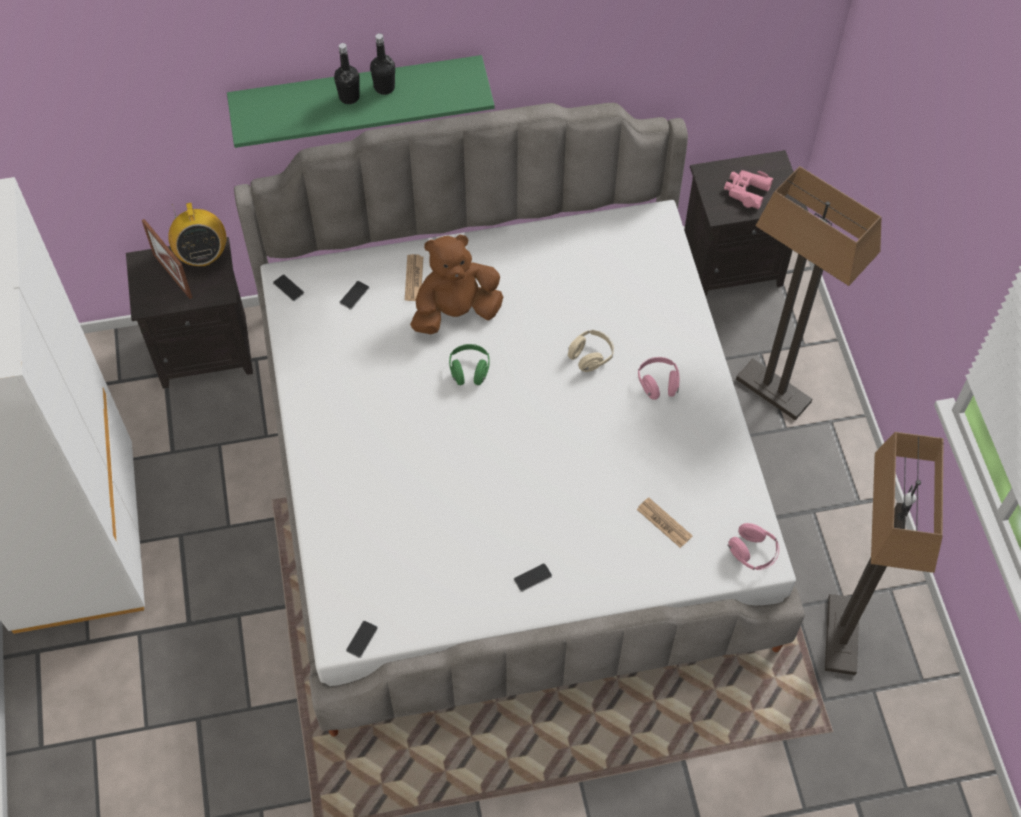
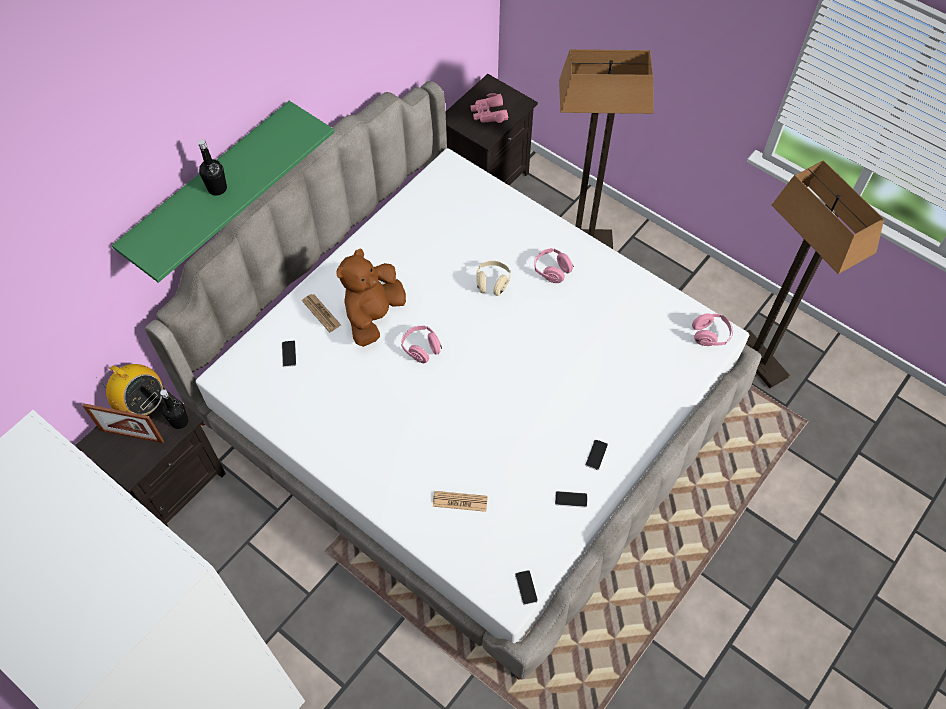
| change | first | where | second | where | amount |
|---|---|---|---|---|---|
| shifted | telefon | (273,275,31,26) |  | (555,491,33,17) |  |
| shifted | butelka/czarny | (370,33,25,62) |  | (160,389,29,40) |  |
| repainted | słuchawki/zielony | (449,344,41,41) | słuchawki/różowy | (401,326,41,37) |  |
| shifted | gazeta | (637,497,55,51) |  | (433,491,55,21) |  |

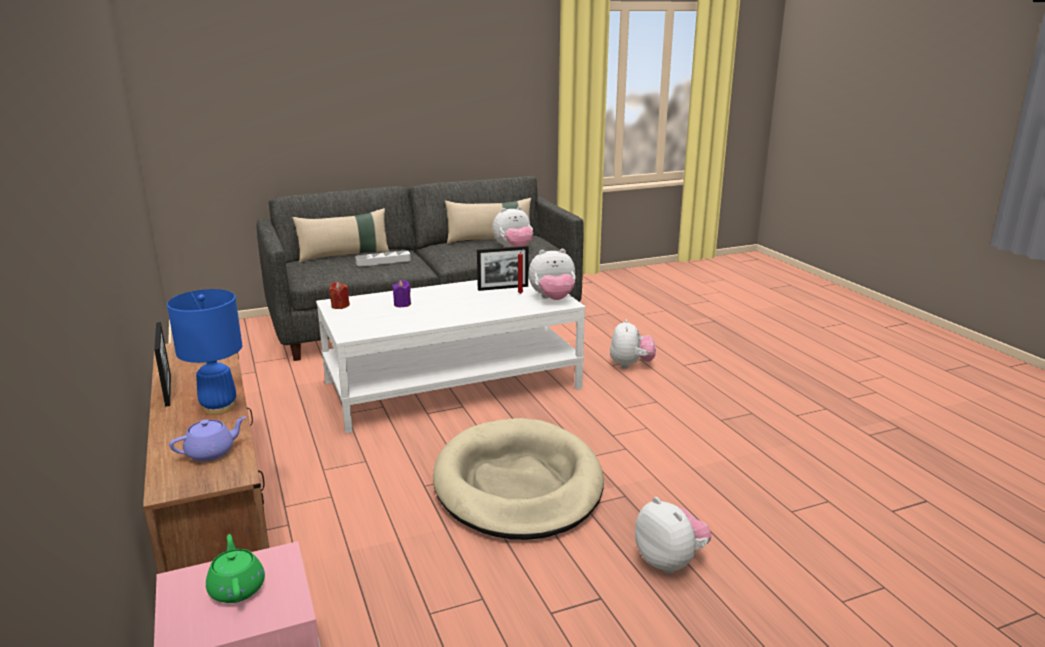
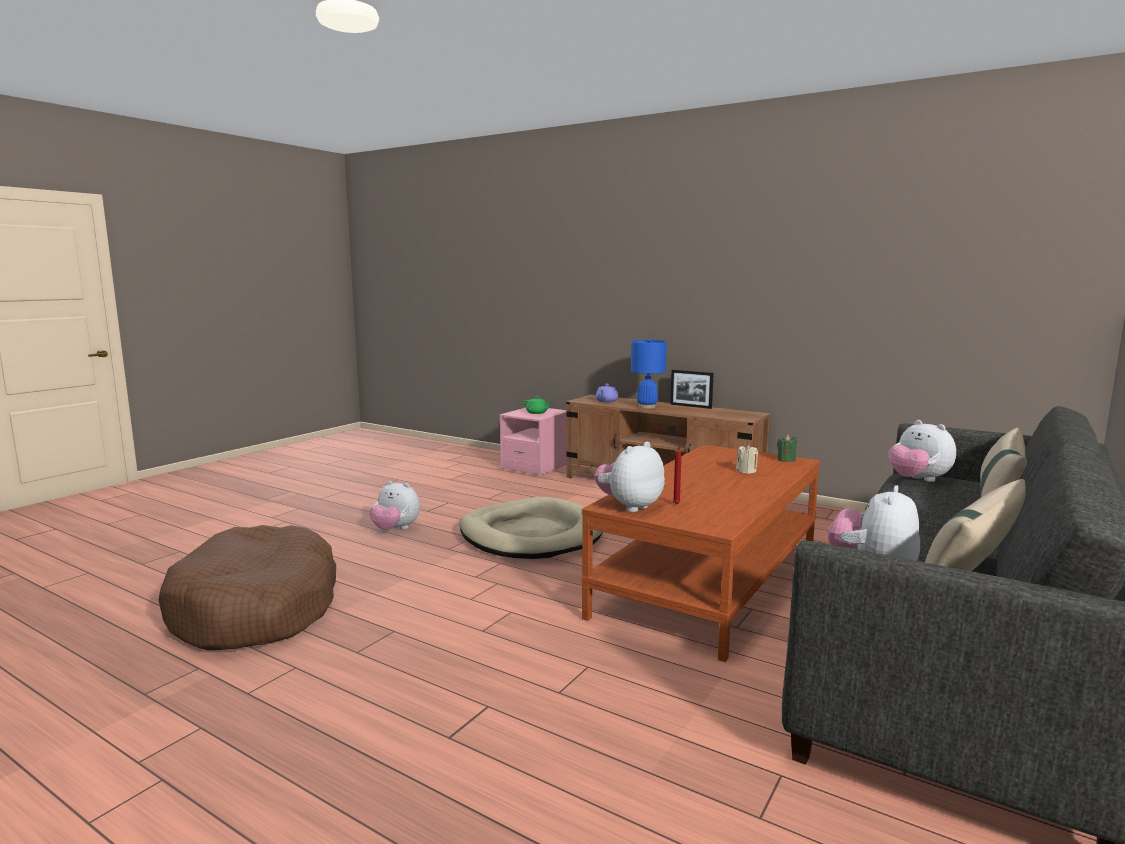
| change | first | where | second | where | amount |
|---|---|---|---|---|---|
| repainted | ława/biały | (316,274,270,159) | ława/brązowy | (581,445,239,217) |  |
| repainted | świeca/czerwony | (329,282,21,27) | świeca/zielony | (777,434,20,28) |  |
| gone | taca/szary | (355,250,56,17) |  |  |  |
| repainted | świeca/fioletowy | (392,280,19,27) | świeca/beżowy | (736,444,22,30) |  |
| gone | ramka na zdjęcie | (477,246,51,45) |  |  |  |
| shifted | pluszak | (610,319,46,50) |  | (888,420,68,62) |  |
| new |  |  | legowisko/brązowy | (159,525,177,125) |  |

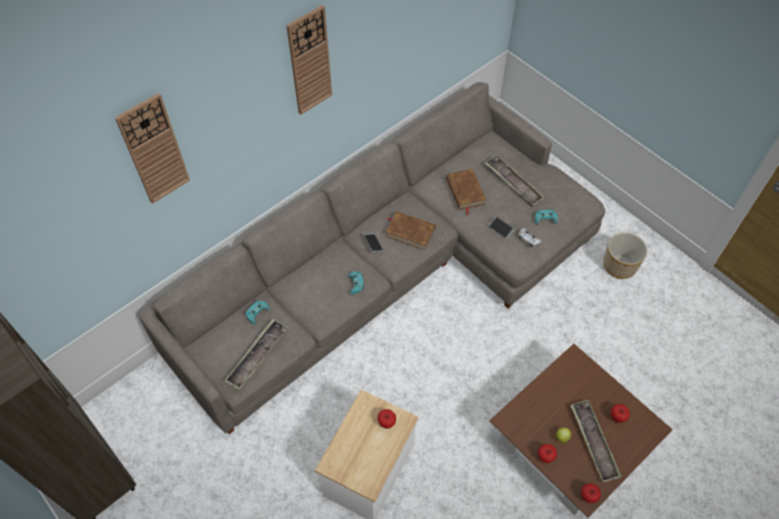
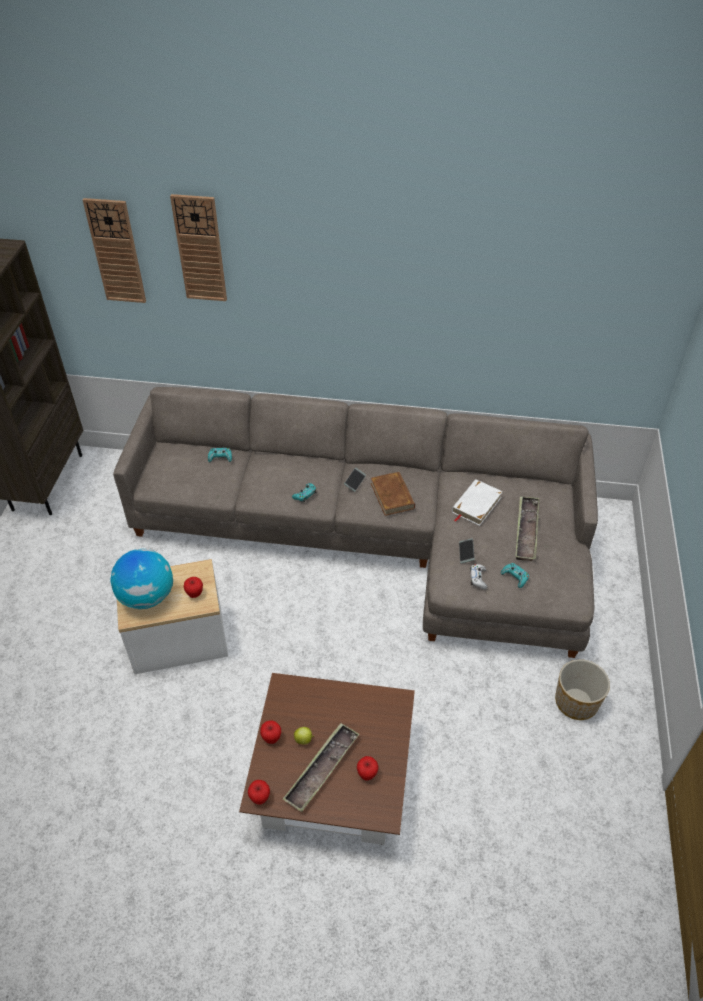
| change | first | where | second | where | amount |
|---|---|---|---|---|---|
| gone | taca | (224,319,64,71) |  |  |  |
| shifted | zegar ścienny | (286,5,46,110) |  | (83,198,63,105) |  |
| repainted | książka/brązowy | (446,169,40,46) | książka/biały | (452,479,51,47) |  |
| new |  |  | globus | (110,549,63,60) |  |

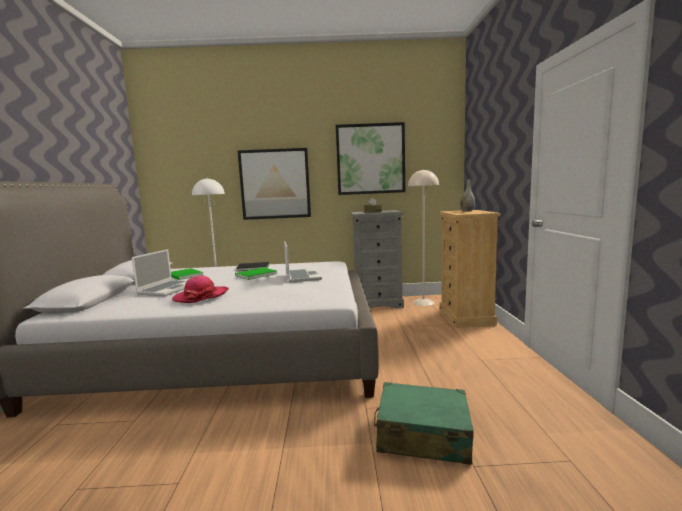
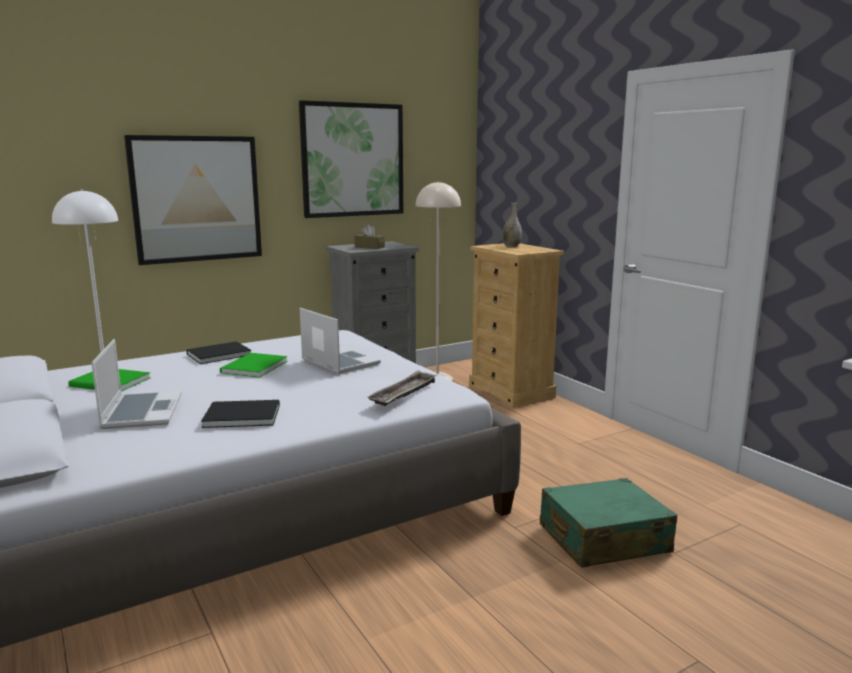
| change | first | where | second | where | amount |
|---|---|---|---|---|---|
| swapped | kapelusz | (172,275,57,28) | książka/czarny | (201,400,79,28) |  |
| new |  |  | taca | (367,370,70,36) |  |

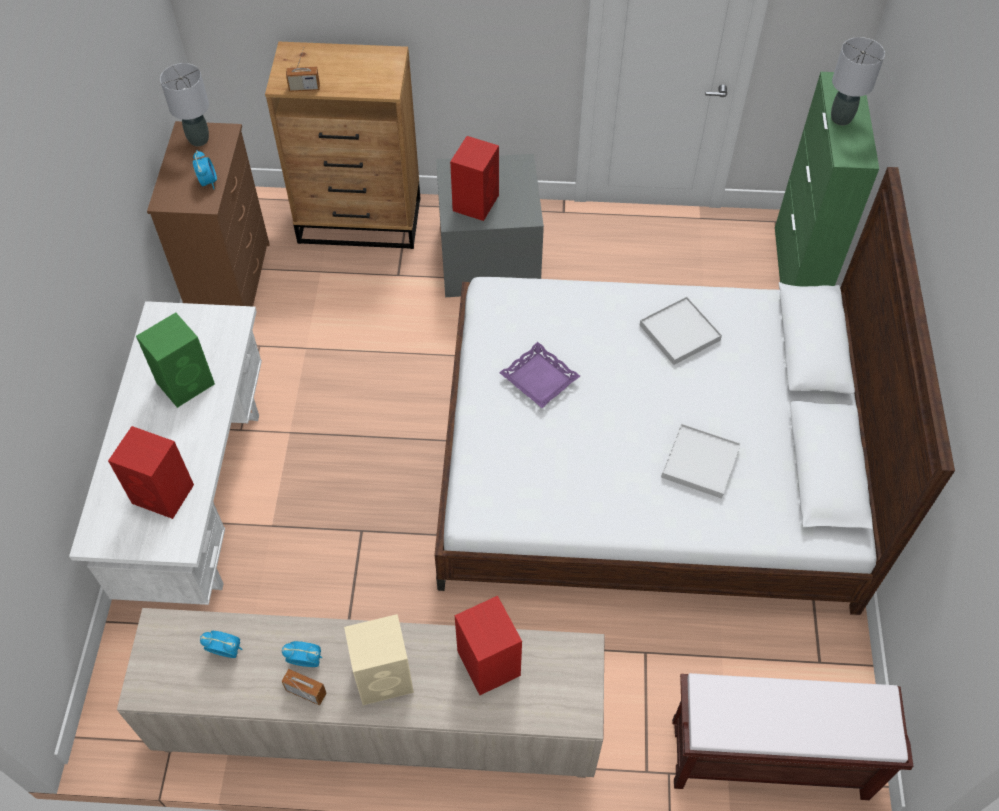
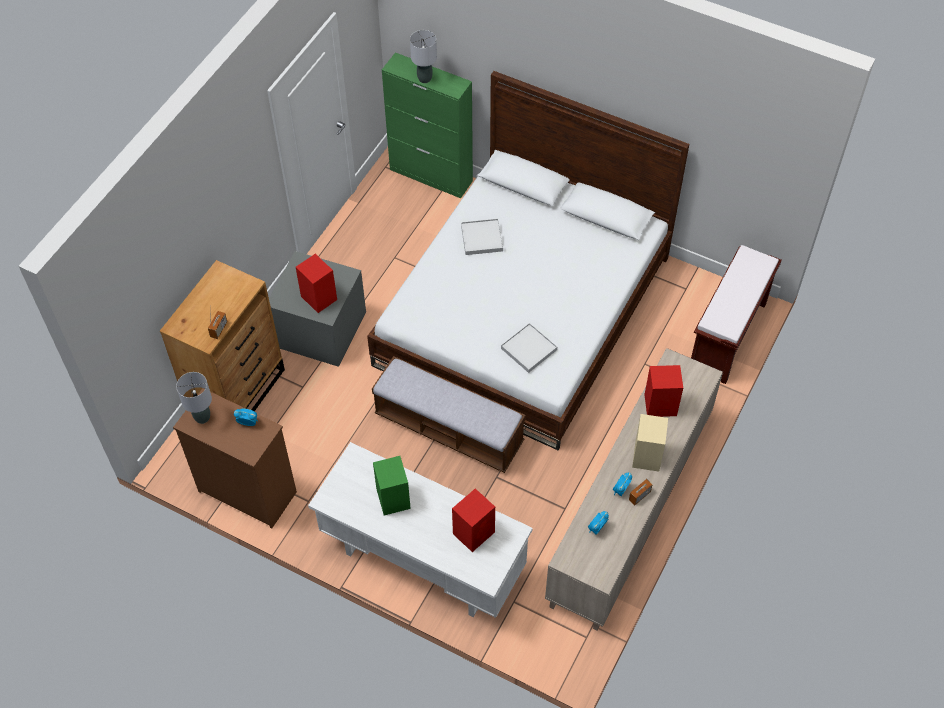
| change | first | where | second | where | amount |
|---|---|---|---|---|---|
| gone | taca/fioletowy | (499,342,81,66) |  |  |  |
| shifted | taca/biały | (661,423,80,76) |  | (501,323,56,50) |  |
| new |  |  | ławka | (372,356,154,117) |  |

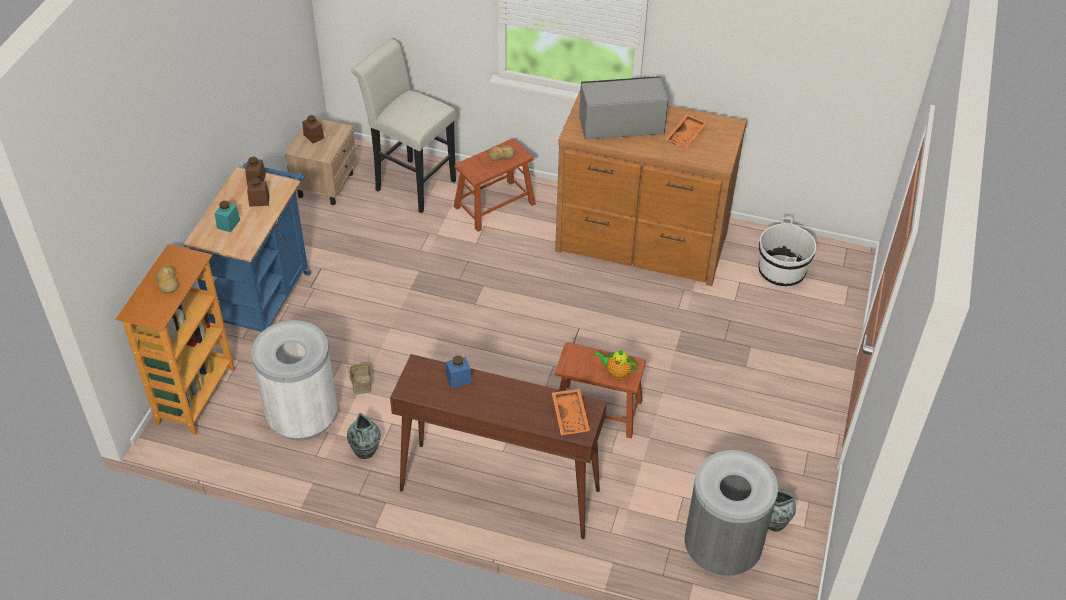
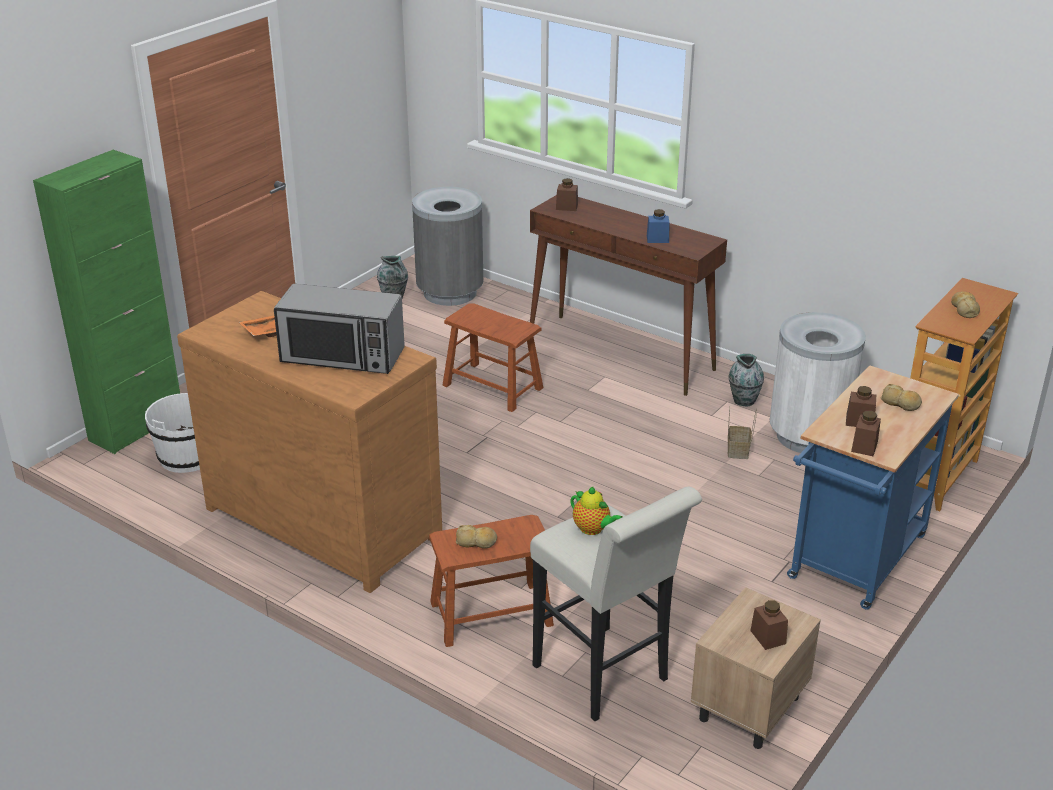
| change | first | where | second | where | amount |
|---|---|---|---|---|---|
| swapped | słoik/turkusowy | (214,201,26,31) | chleb | (881,384,41,27) |  |
| swapped | taca/pomarańczowy | (552,389,38,46) | słoik/brązowy | (556,178,22,33) |  |
| shifted | imbryk | (594,349,43,30) |  | (570,487,53,48) |  |
| new |  |  | szafka/zielony | (33,150,147,304) |  |

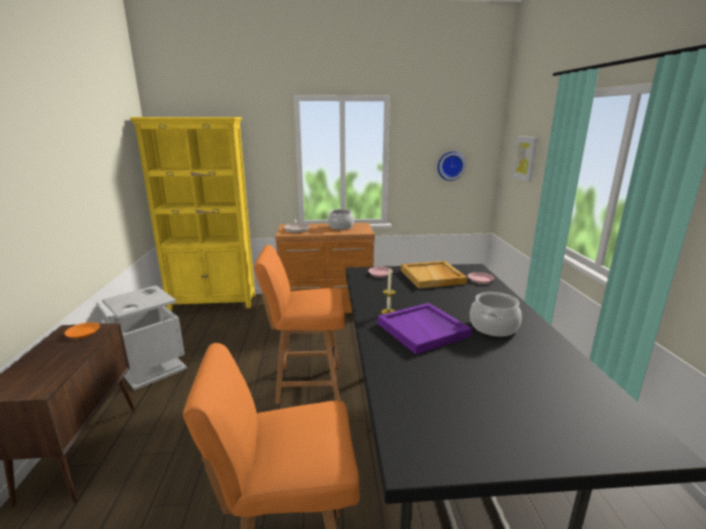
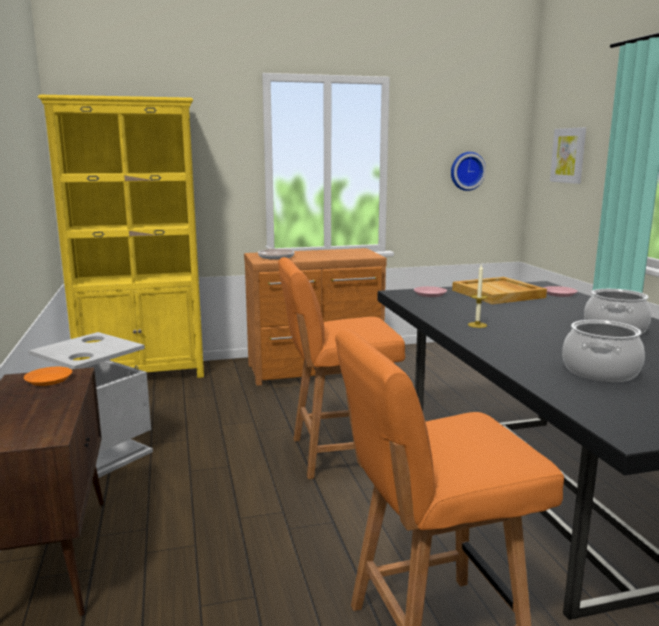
| change | first | where | second | where | amount |
|---|---|---|---|---|---|
| shifted | garnek | (328,209,26,21) |  | (562,320,83,62) |  |
| gone | taca/fioletowy | (378,303,94,51) |  |  |  |

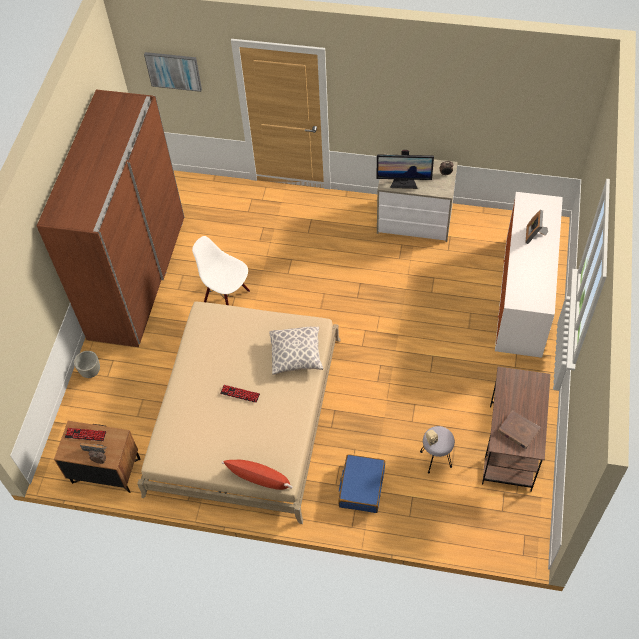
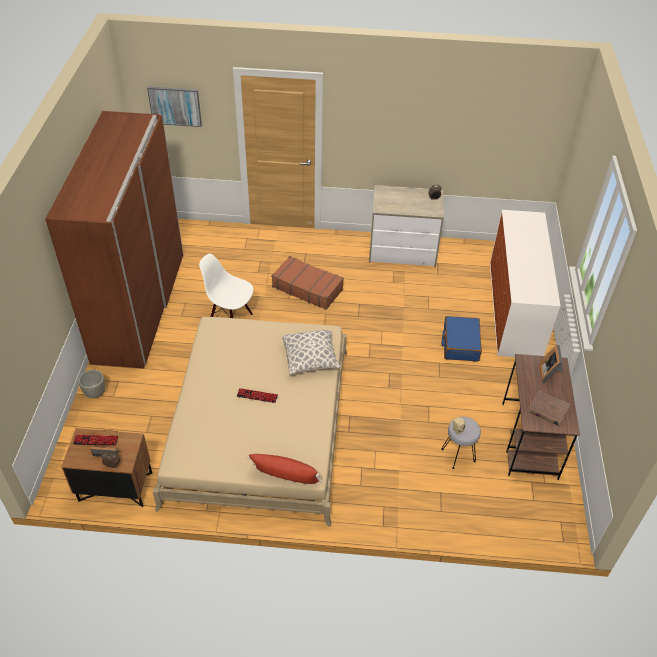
| change | first | where | second | where | amount |
|---|---|---|---|---|---|
| shifted | walizka/niebieski | (338,454,47,59) |  | (442,316,40,46) |  |
| gone | monitor | (376,150,58,39) |  |  |  |
| shifted | ramka na zdjęcie | (525,210,23,34) |  | (539,345,24,38) |  |
| new |  |  | walizka/brązowy | (272,256,72,54) |  |

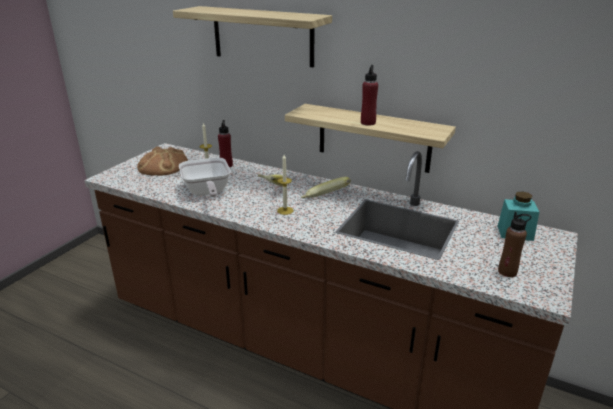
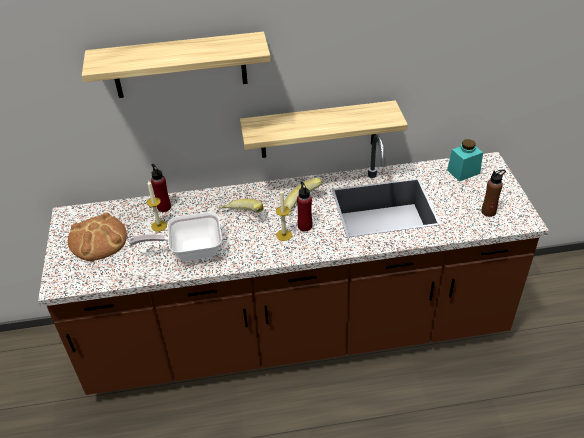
| change | first | where | second | where | amount |
|---|---|---|---|---|---|
| rotated | patelnia | (179,157,52,40) |  | (129,212,93,49) | 135 degrees clockwise |
| shifted | butelka/czerwony | (361,65,17,60) |  | (297,181,15,51) |  |

